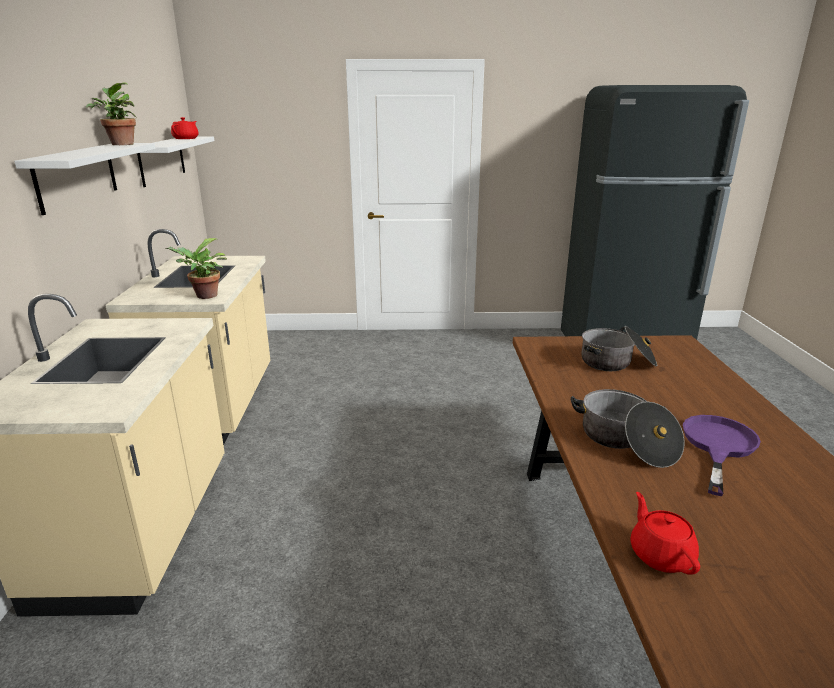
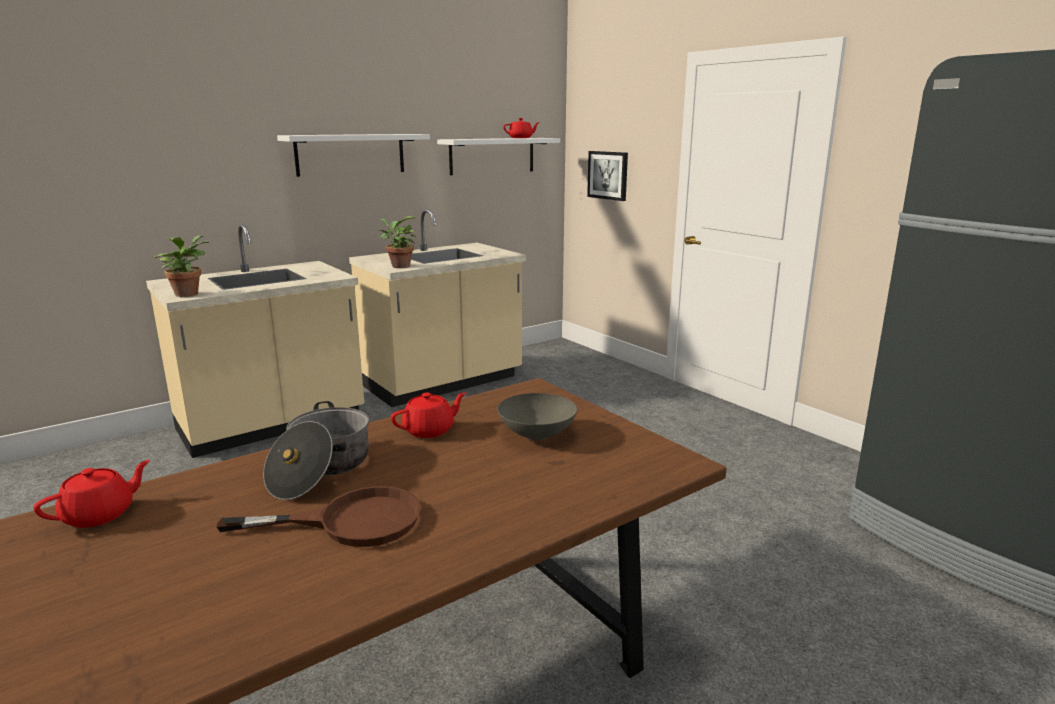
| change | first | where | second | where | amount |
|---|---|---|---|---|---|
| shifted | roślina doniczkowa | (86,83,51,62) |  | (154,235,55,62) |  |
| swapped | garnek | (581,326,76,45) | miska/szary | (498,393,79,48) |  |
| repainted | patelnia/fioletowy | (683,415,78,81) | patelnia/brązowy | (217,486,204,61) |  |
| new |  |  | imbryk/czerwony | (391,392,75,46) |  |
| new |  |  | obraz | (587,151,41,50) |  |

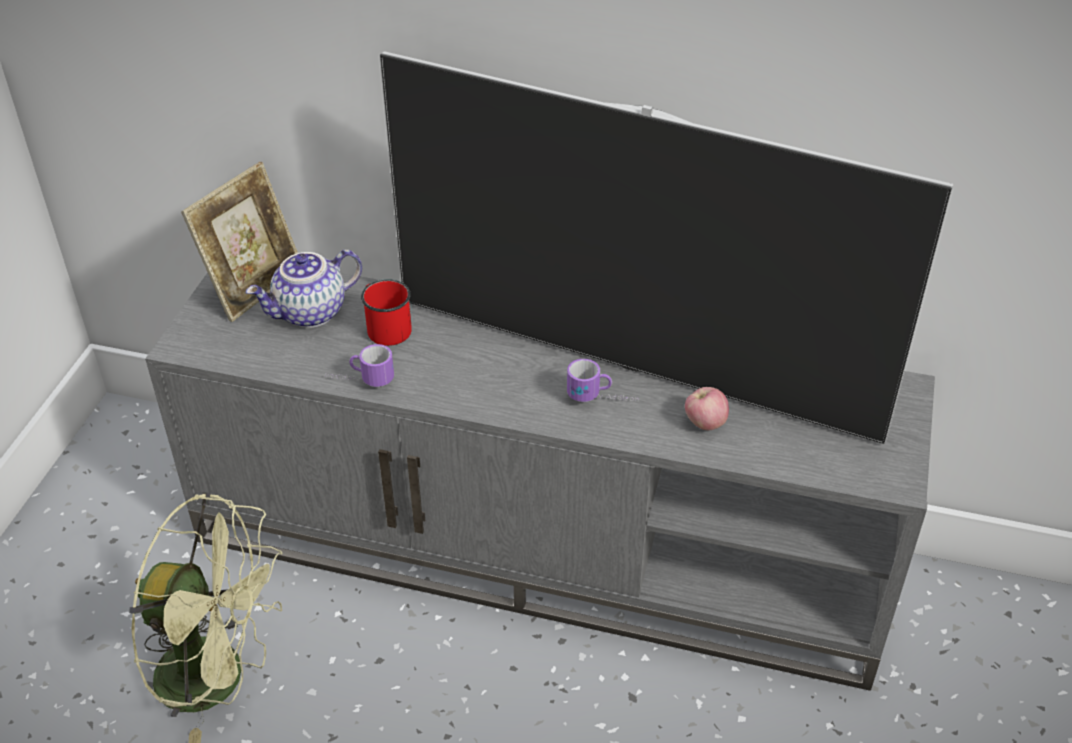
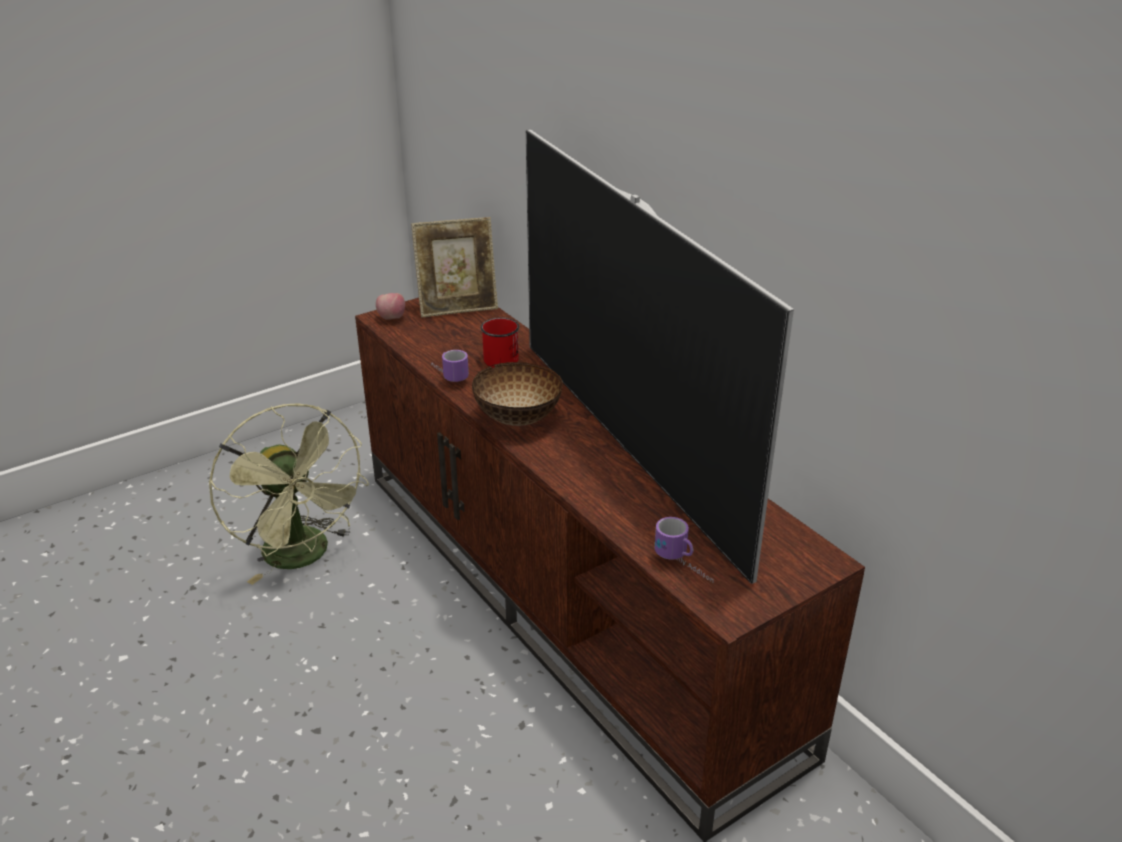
| change | first | where | second | where | amount |
|---|---|---|---|---|---|
| repainted | szafka pod telewizor/szary | (145,273,790,418) | szafka pod telewizor/brązowy | (355,298,510,544) |  |
| gone | imbryk | (246,249,116,79) |  |  |  |
| shifted | kubek | (567,359,72,43) |  | (655,517,59,66) |  |
| shifted | jabłko | (685,387,44,43) |  | (376,293,29,27) |  |
| new |  |  | miska | (472,362,91,64) |  |

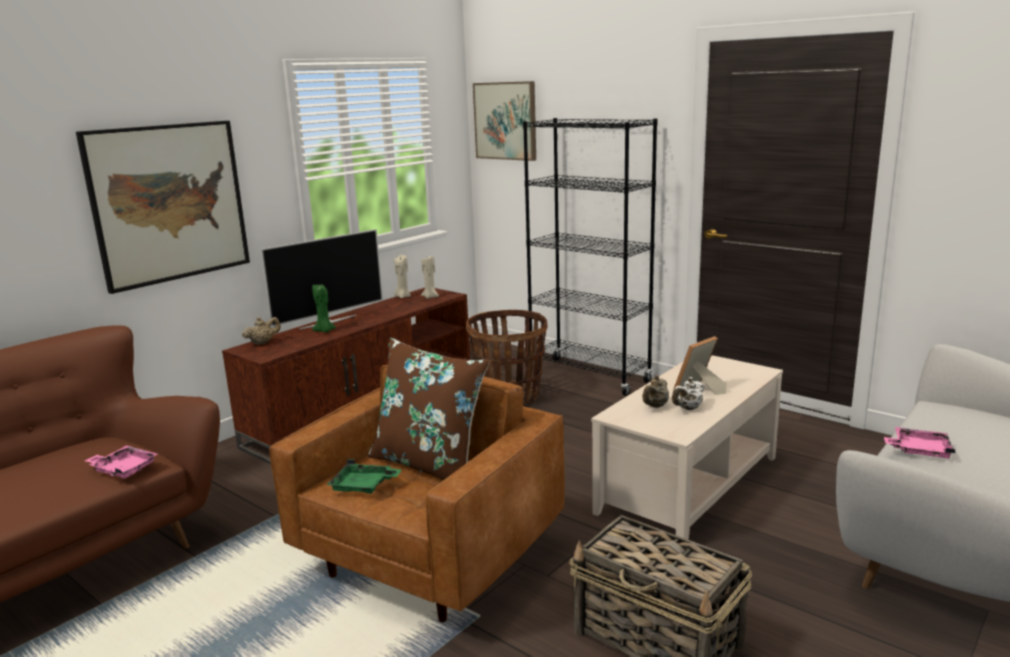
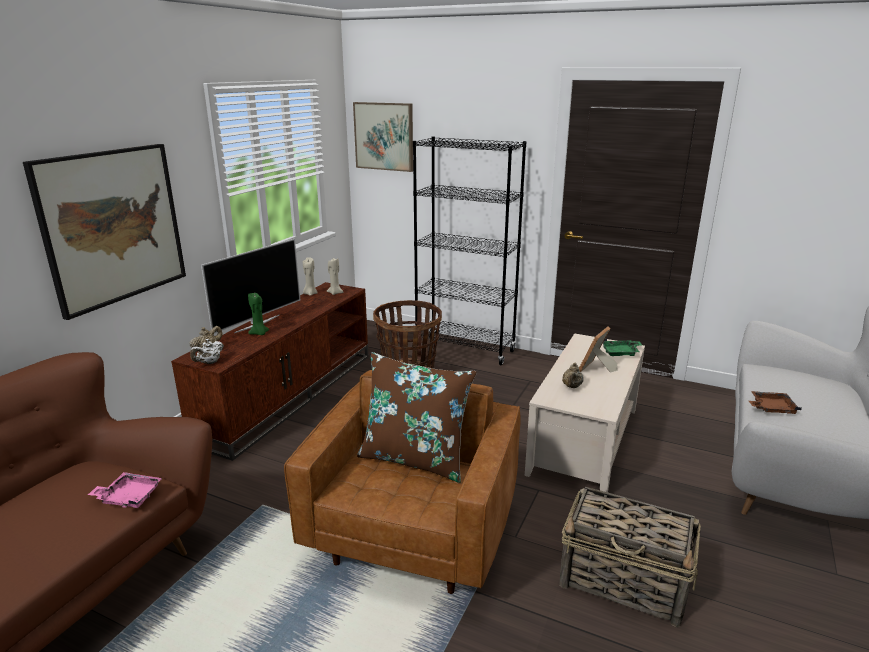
| change | first | where | second | where | amount |
|---|---|---|---|---|---|
| shifted | taca/zielony | (327,459,75,35) |  | (603,338,39,18) |  |
| shifted | imbryk/biały | (672,377,32,33) |  | (190,339,34,25) |  |
| repainted | taca/różowy | (884,427,71,31) | taca/brązowy | (749,391,53,23) |  |

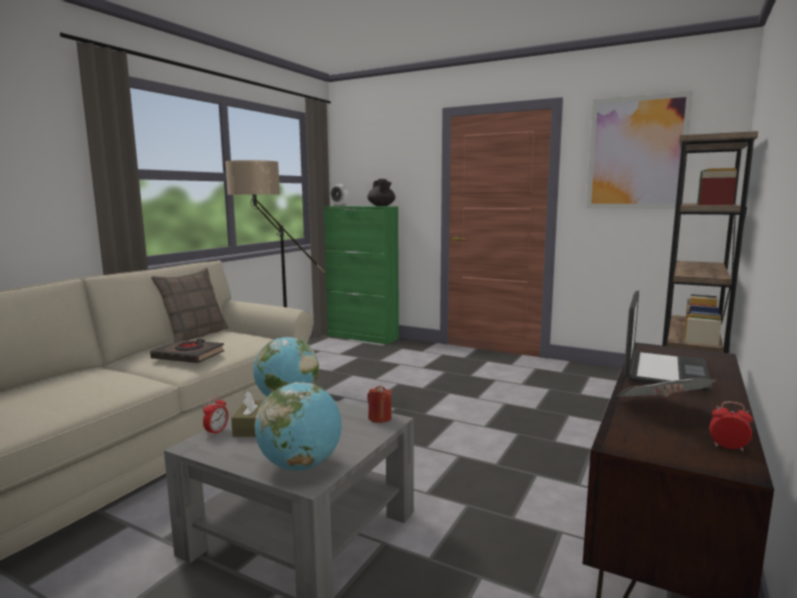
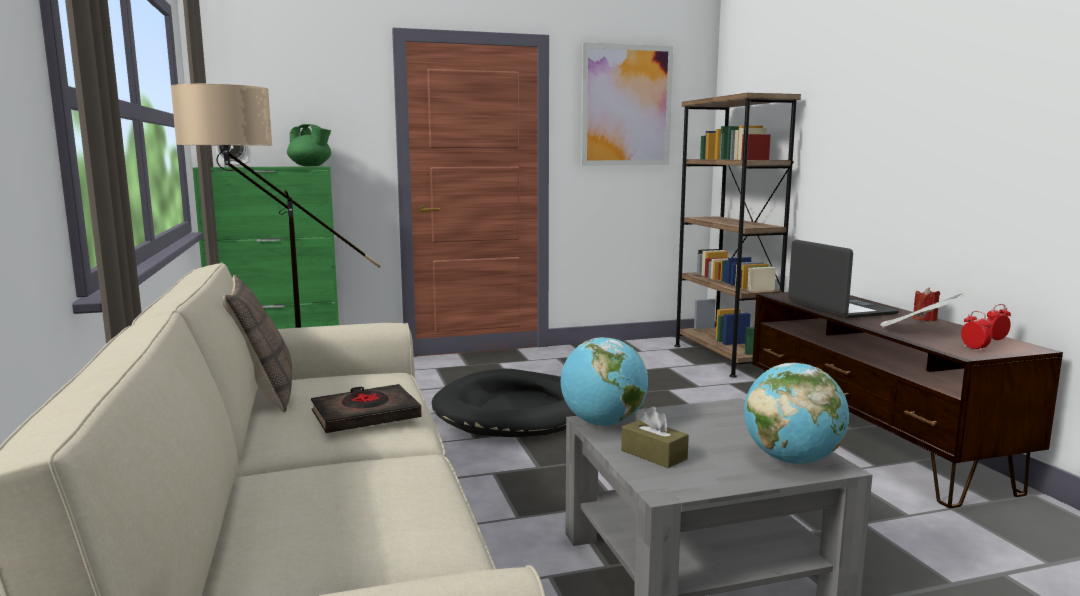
| change | first | where | second | where | amount |
|---|---|---|---|---|---|
| shifted | budzik | (203,396,25,40) |  | (961,311,31,40) |  |
| repainted | imbryk/czarny | (367,179,28,27) | imbryk/zielony | (287,124,44,42) |  |
| shifted | świeca/czerwony | (367,385,25,38) |  | (913,287,27,34) |  |
| new |  |  | legowisko/czarny | (432,369,145,68) |  |

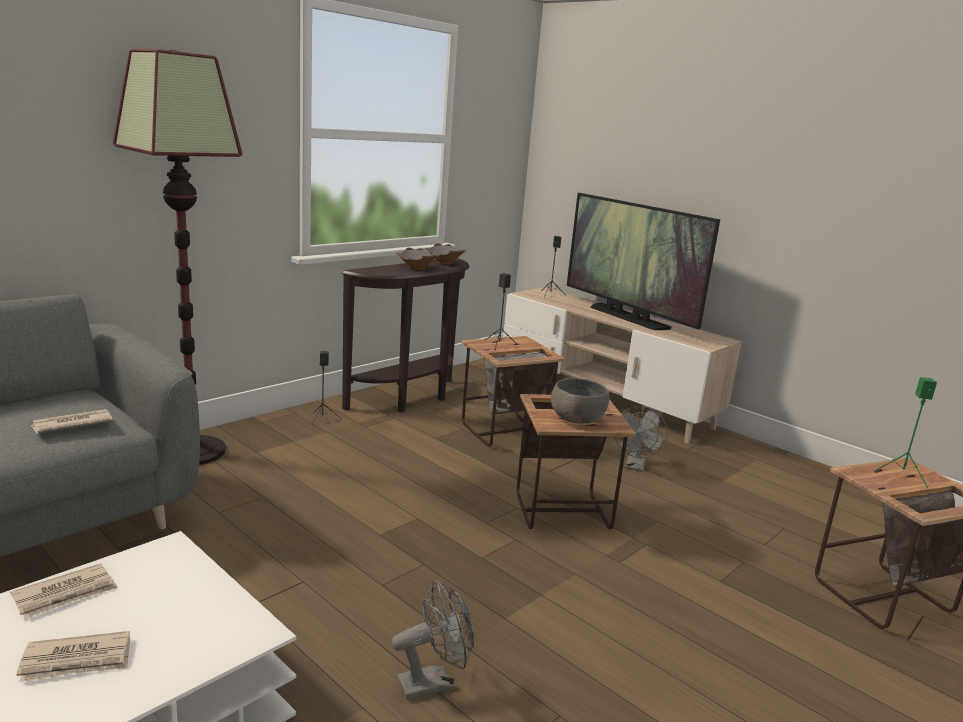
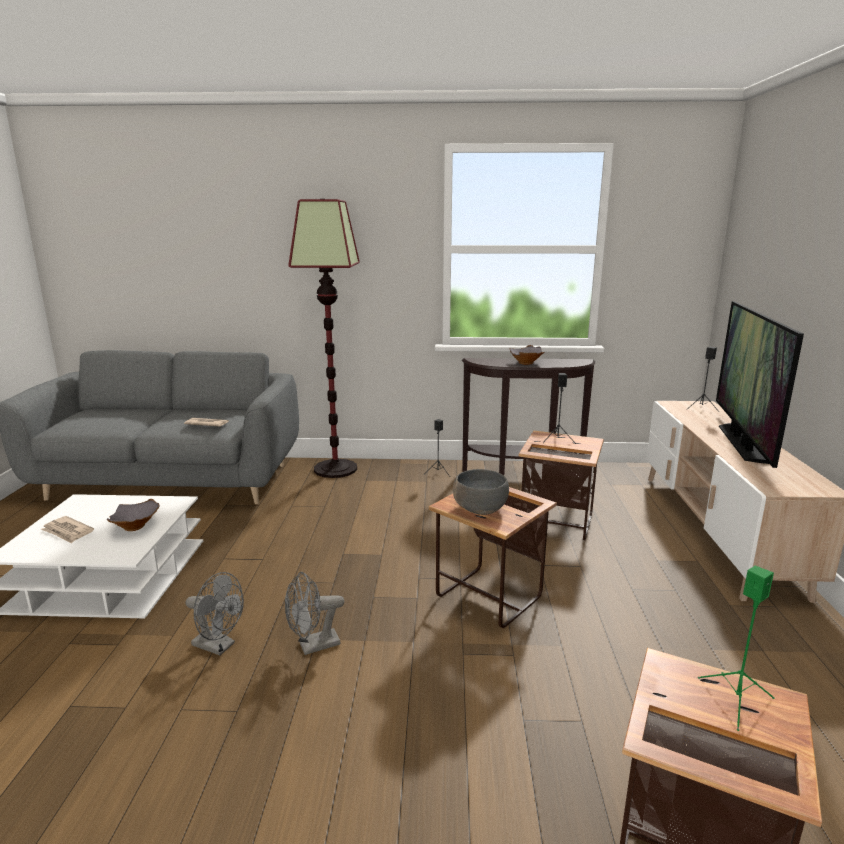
| change | first | where | second | where | amount |
|---|---|---|---|---|---|
| gone | gazeta | (11,563,107,55) |  |  |  |
| shifted | miska/szary | (425,243,41,22) |  | (107,499,52,32) |  |
| shifted | wentylator/szary | (615,406,52,66) |  | (285,572,59,83) |  |

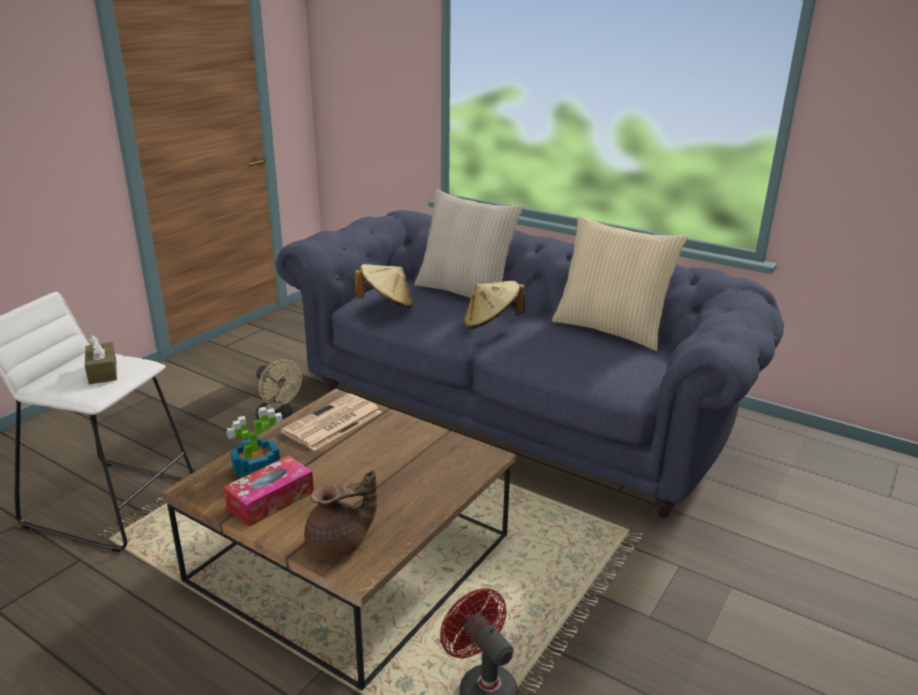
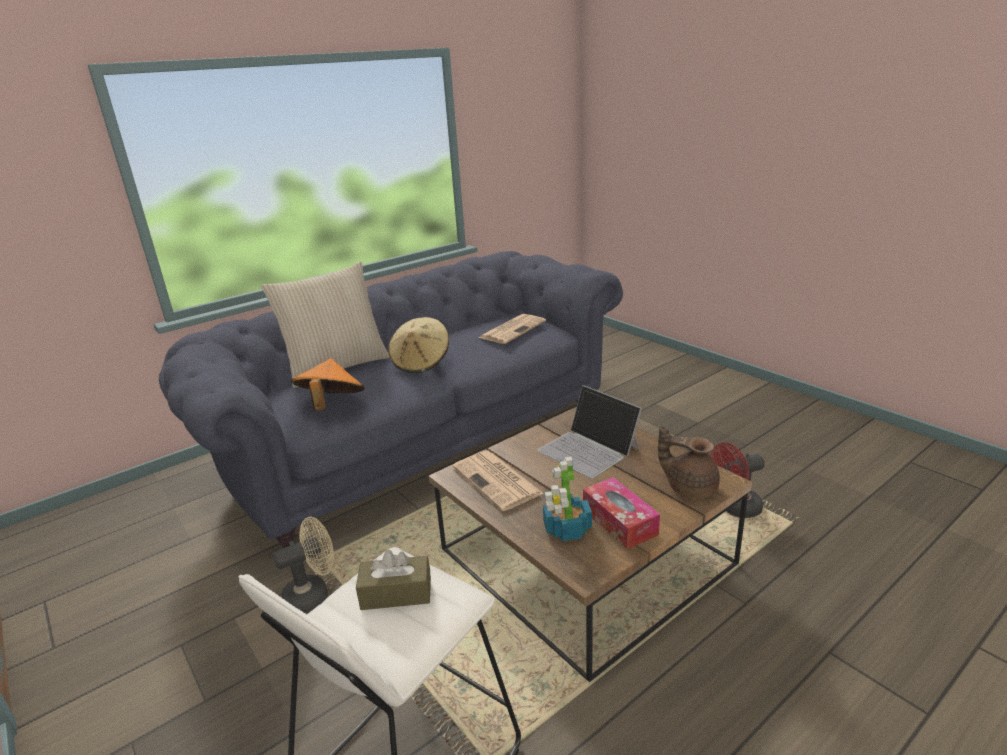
| change | first | where | second | where | amount |
|---|---|---|---|---|---|
| rotated | imbryk/brązowy | (304,470,73,89) |  | (658,425,62,74) | 60 degrees counterclockwise |
| repainted | kapelusz/beżowy | (355,264,58,44) | kapelusz/pomarańczowy | (291,359,74,52) |  |
| gone | poduszka/beżowy | (552,216,136,135) |  |  |  |
| new |  |  | gazeta | (479,314,67,30) |  |
| new |  |  | laptop | (538,385,104,93) |  |

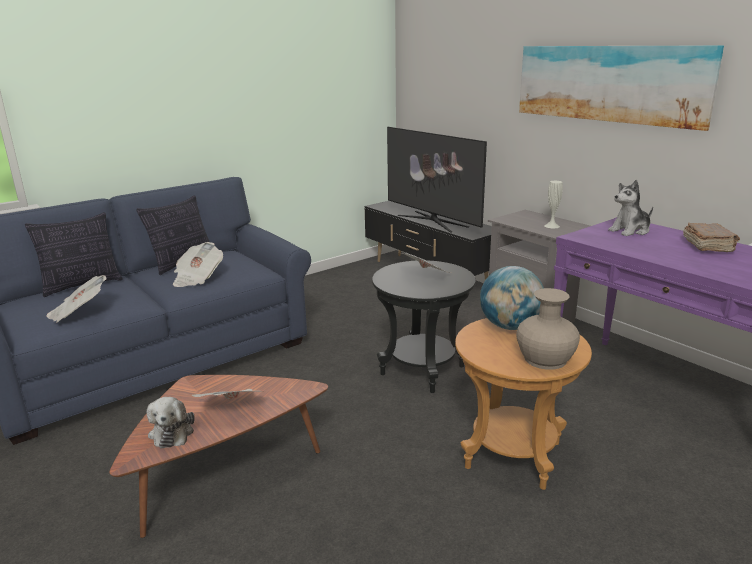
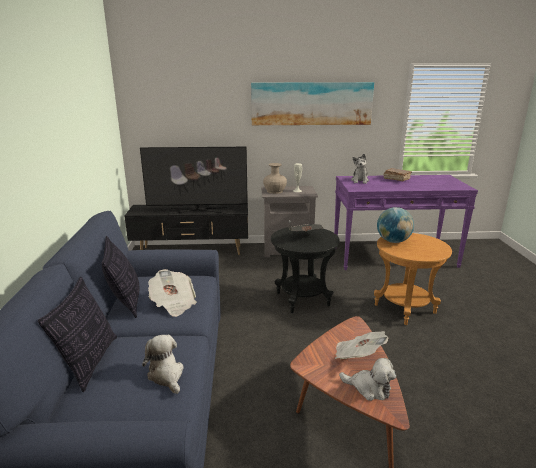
| change | first | where | second | where | amount |
|---|---|---|---|---|---|
| swapped | gazeta | (47,275,60,48) | pluszak | (142,335,42,59) |  |
| shifted | wazon/beżowy | (516,288,64,82) |  | (263,163,24,31) |  |

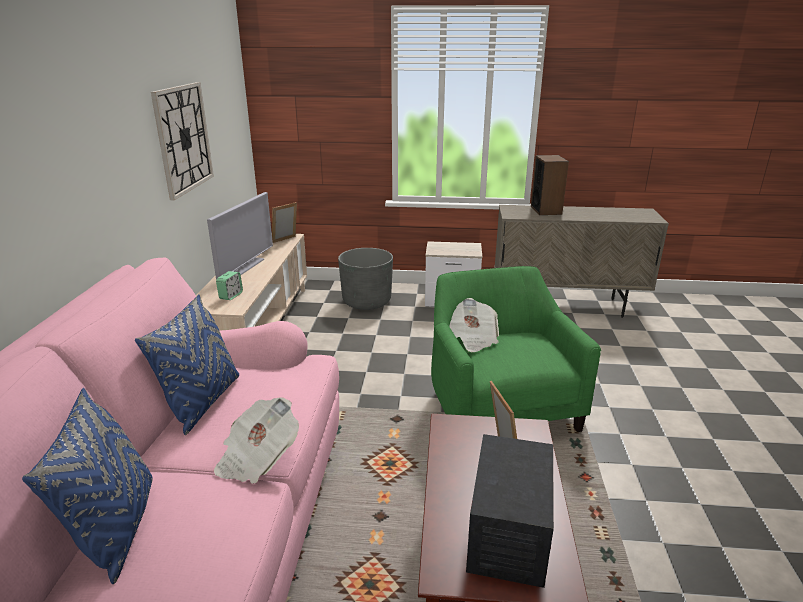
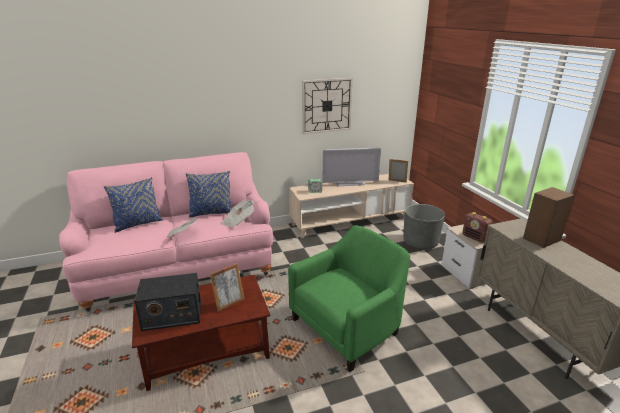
| change | first | where | second | where | amount |
|---|---|---|---|---|---|
| shifted | gazeta | (450,298,49,55) |  | (221,200,33,28) |  |
| new |  |  | radio | (462,212,30,31) |  |

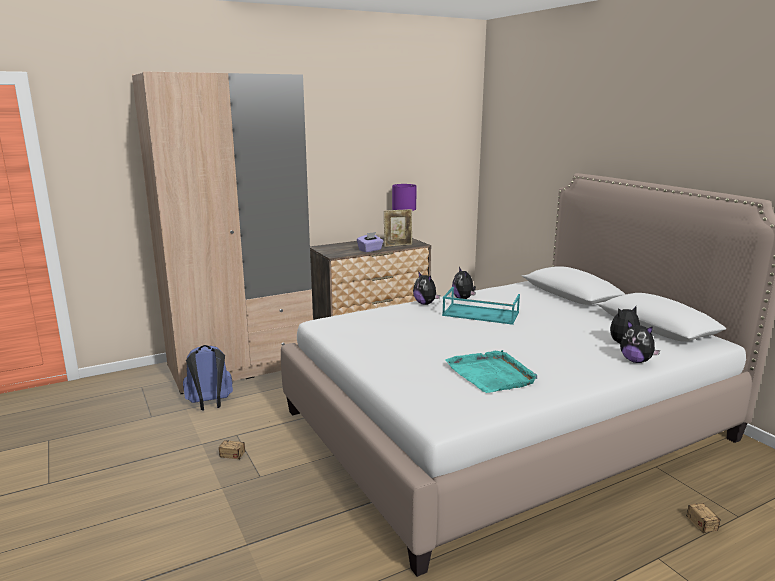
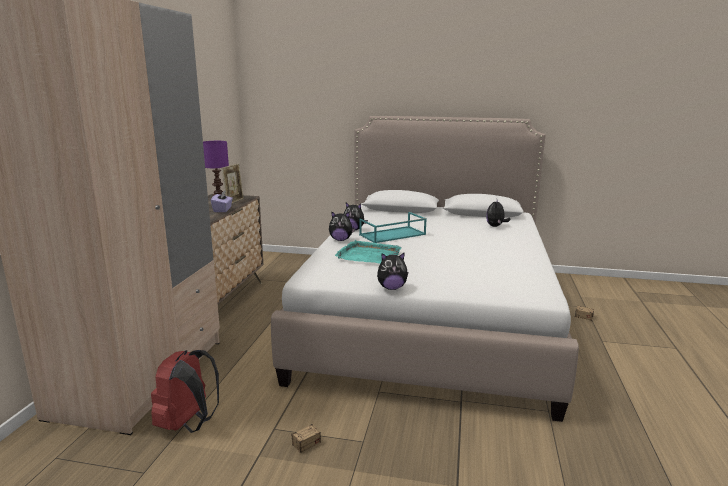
| change | first | where | second | where | amount |
|---|---|---|---|---|---|
| repainted | plecak/niebieski | (183,345,50,65) | plecak/czerwony | (151,350,68,83) |  |
| shifted | taca/turkusowy | (445,350,92,43) |  | (335,240,67,23) |  |
| shifted | pluszak | (620,321,40,42) |  | (377,252,31,38) |  |

